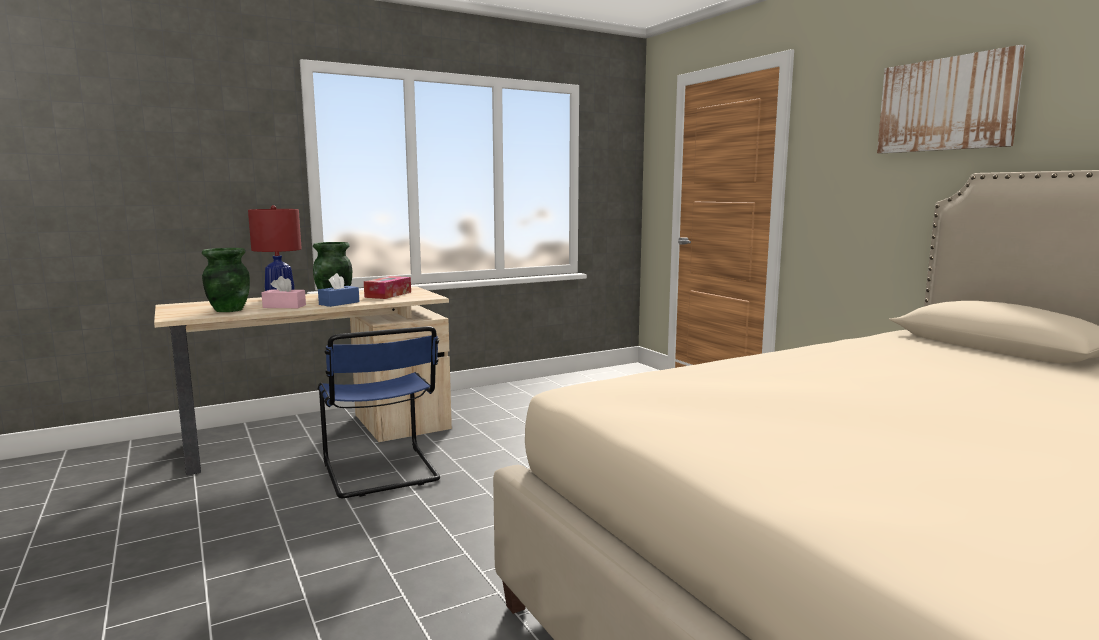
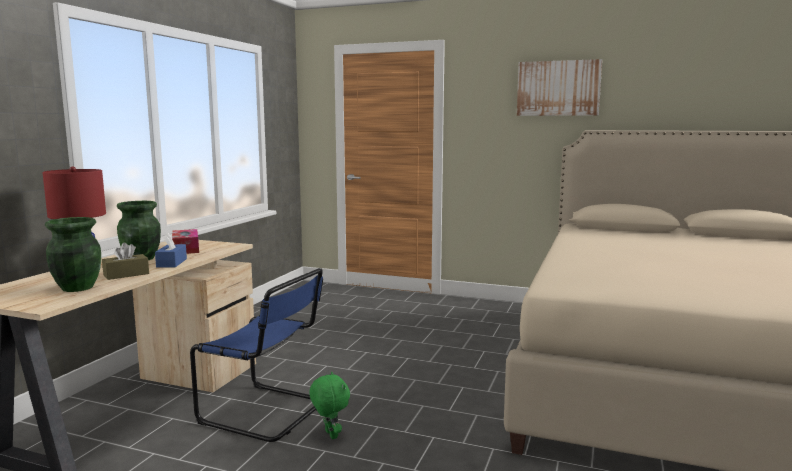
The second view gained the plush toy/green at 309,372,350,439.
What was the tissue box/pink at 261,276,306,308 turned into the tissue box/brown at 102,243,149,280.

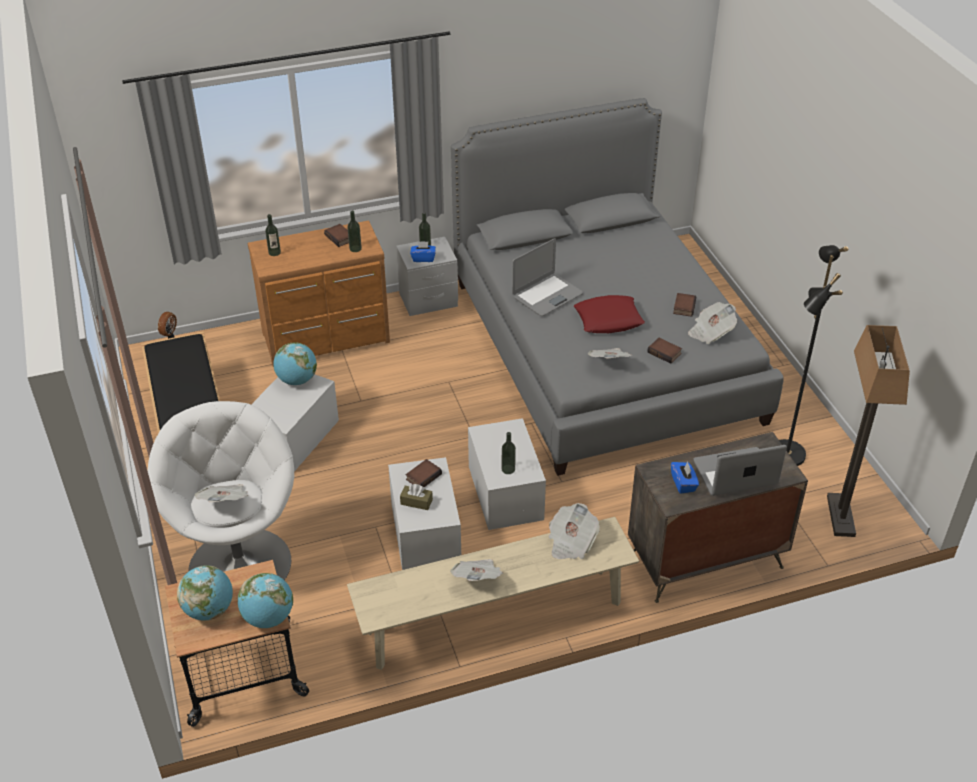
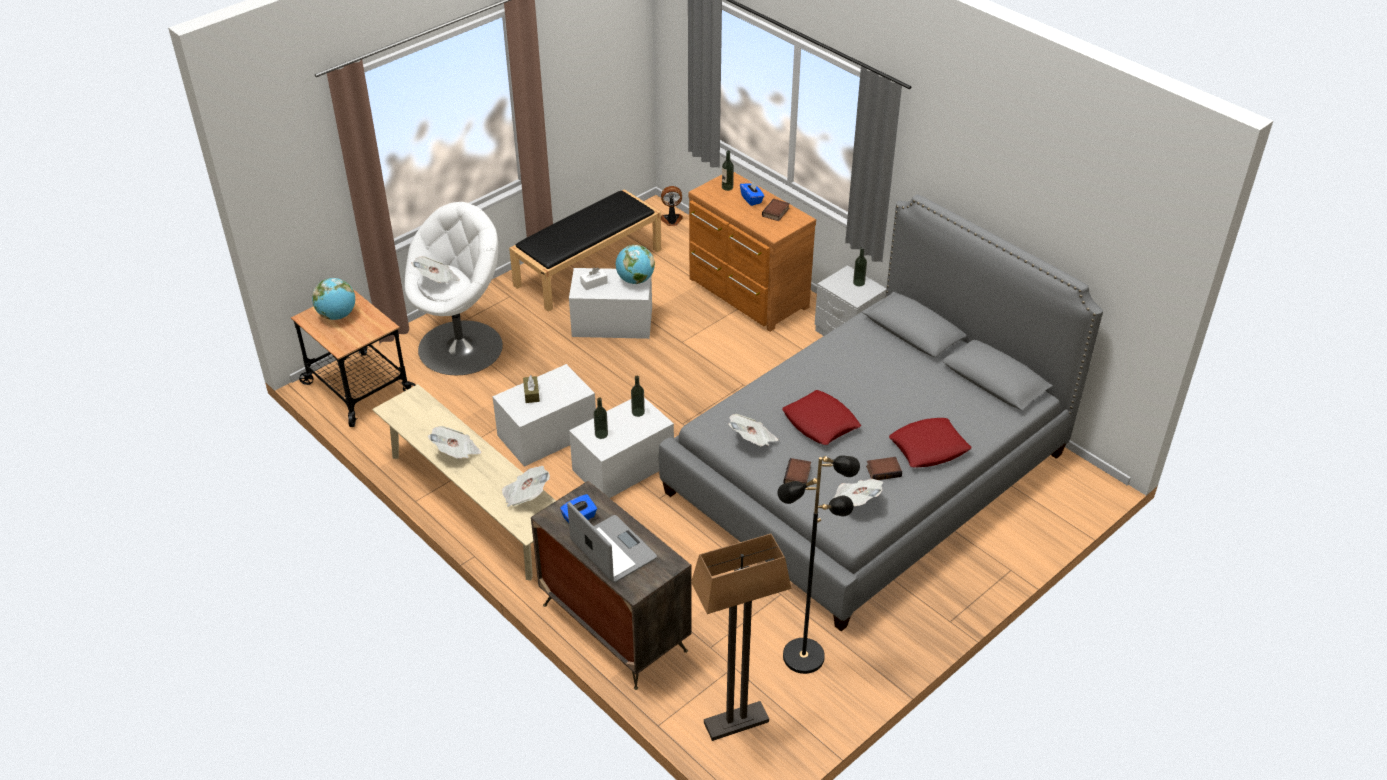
The second view lost the globe at 238,573,293,628.
The second view lost the book at 406,459,442,487.
The second view lost the laptop at 512,238,583,316.
The second view gained the tissue box/white at 580,267,608,290.
The second view gained the pillow/red at 889,418,971,467.
The bottle ended up elsewhere, having gone from 347,210,362,252 to 631,376,645,417.
The tissue box/blue ended up elsewhere, having gone from 410,241,436,262 to 740,181,764,206.

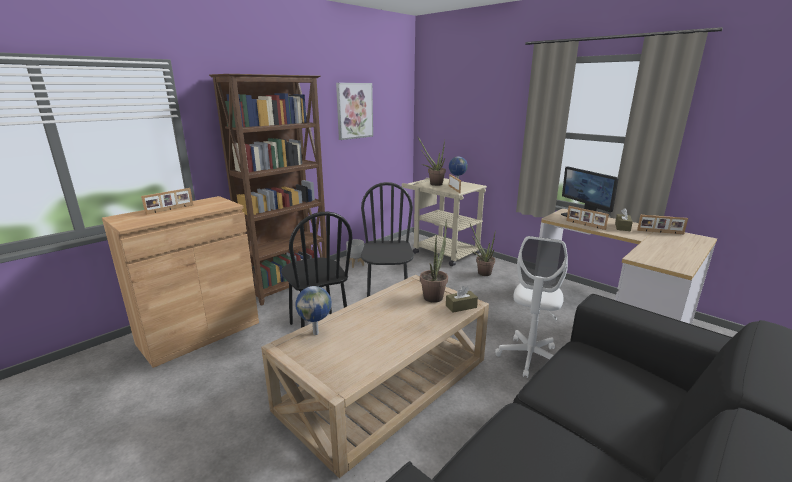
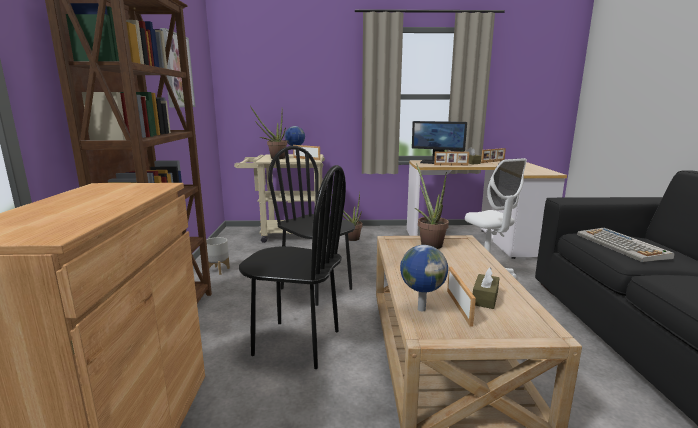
The second view gained the keyboard at 577,228,675,262.
The picture frame ended up elsewhere, having gone from 141,188,193,215 to 447,267,476,327.
The tissue box/brown ended up elsewhere, having gone from 446,286,478,313 to 473,268,499,309.

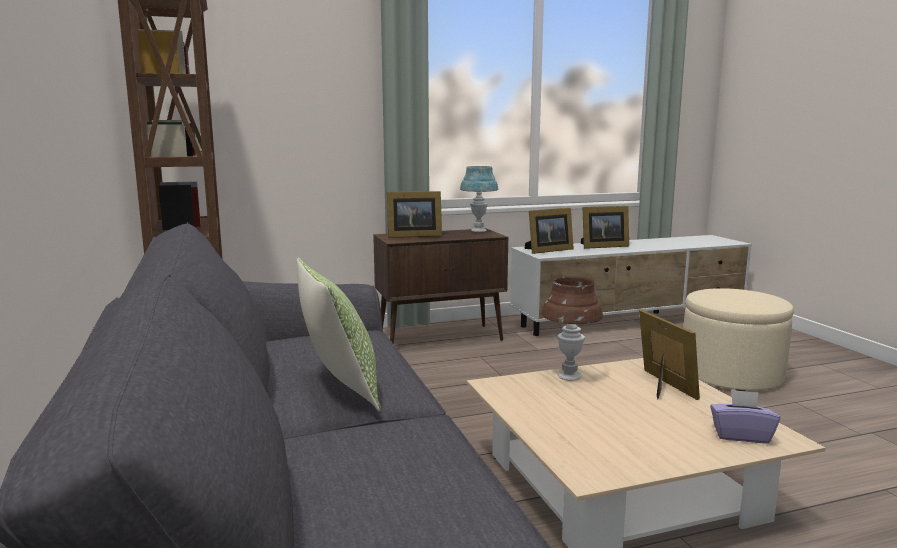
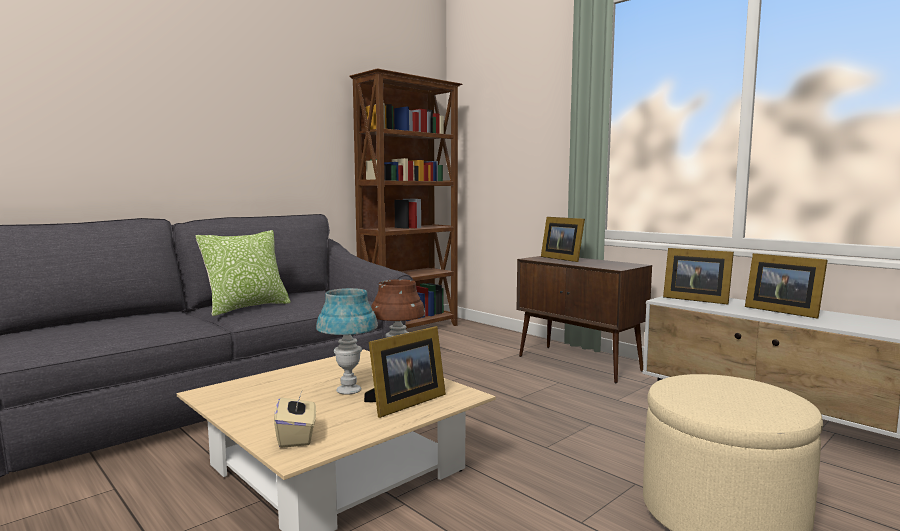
The table lamp/blue ended up elsewhere, having gone from 460,166,498,232 to 316,288,378,395.
What was the tissue box/purple at 710,390,780,444 turned into the tissue box/beige at 274,389,316,448.

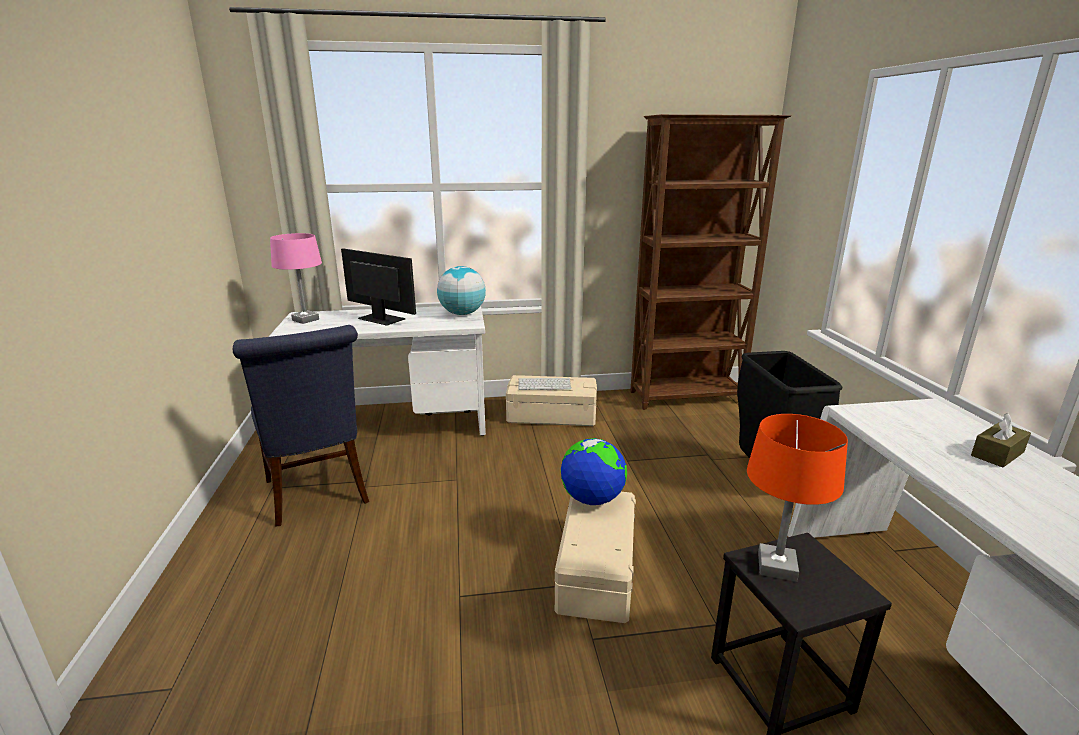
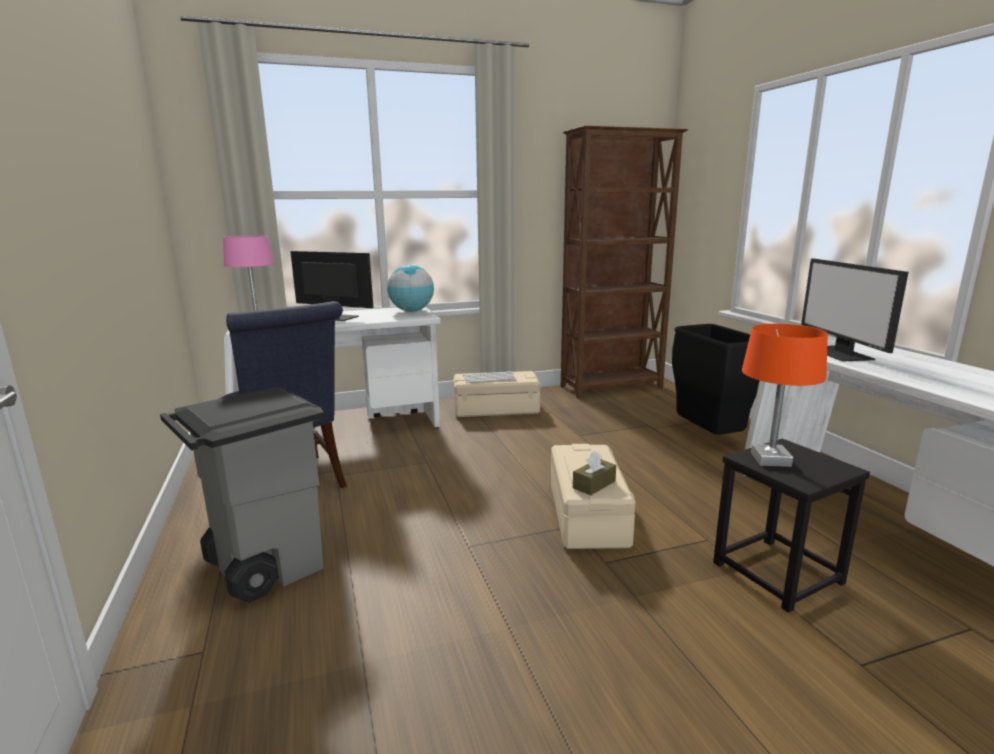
The second view lost the globe at 561,438,627,505.
The second view gained the trash can/grey at 160,387,324,602.
The second view gained the monitor at 801,259,909,362.
The tissue box/brown ended up elsewhere, having gone from 971,413,1031,468 to 573,451,616,496.

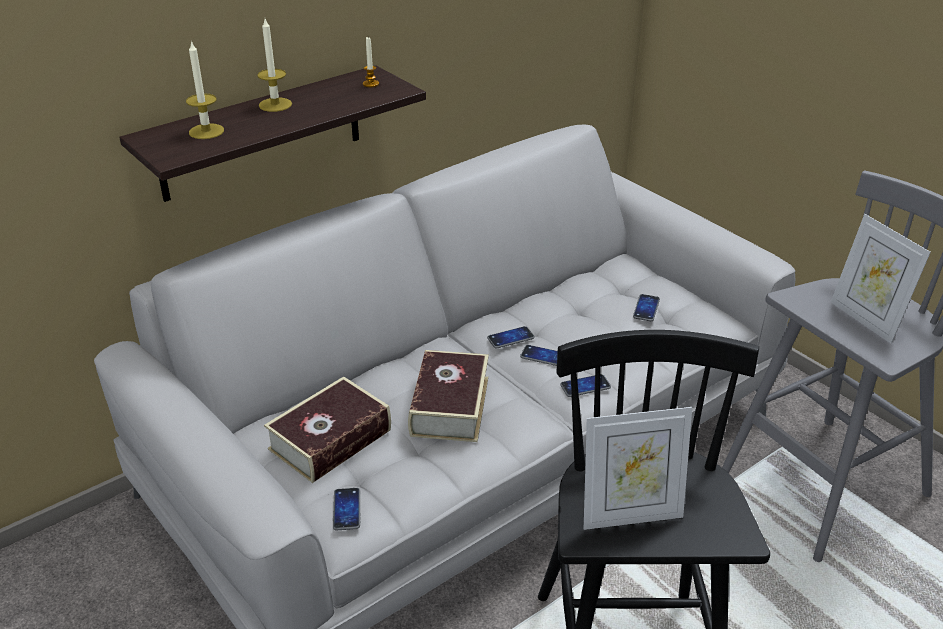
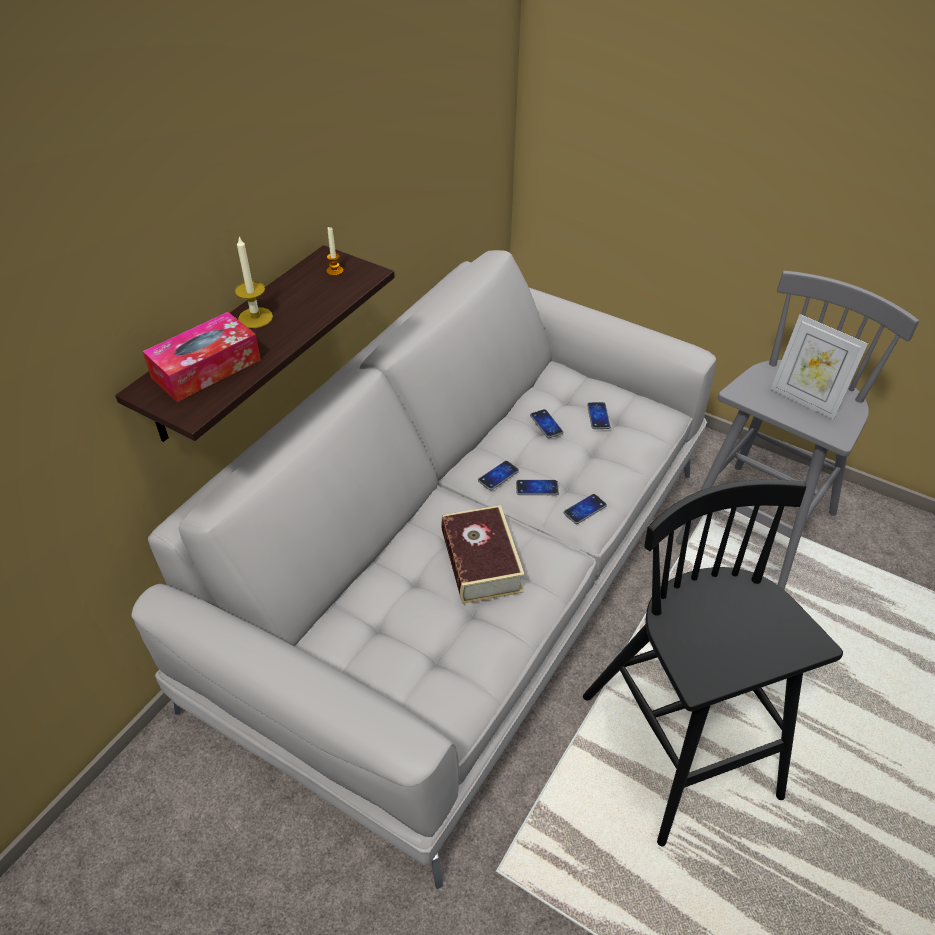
The second view lost the book at 264,376,391,483.
The second view lost the picture frame at 584,407,692,530.
The phone ended up elsewhere, having gone from 333,488,360,530 to 530,409,563,438.
Where the candle stood at 186,40,224,139, the tissue box came to stand at 143,312,261,402.

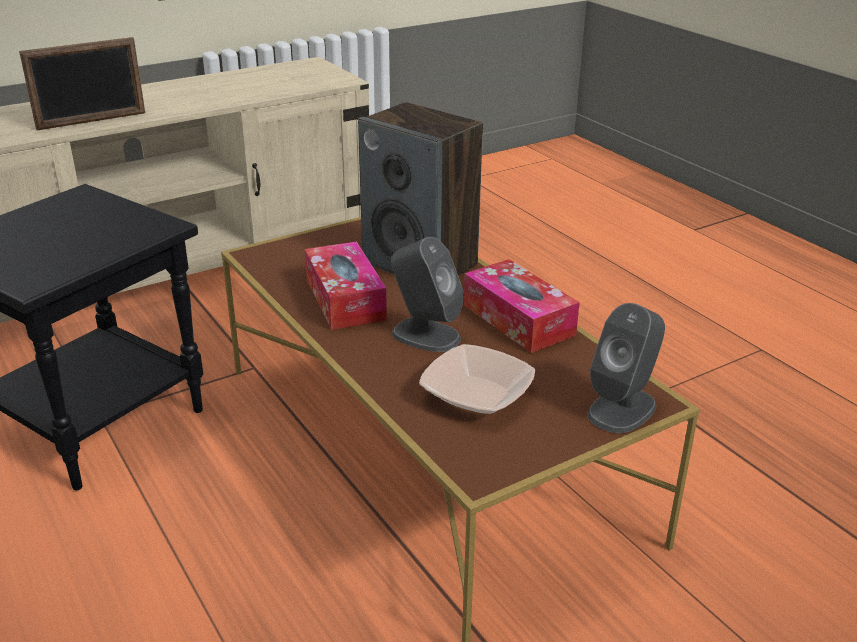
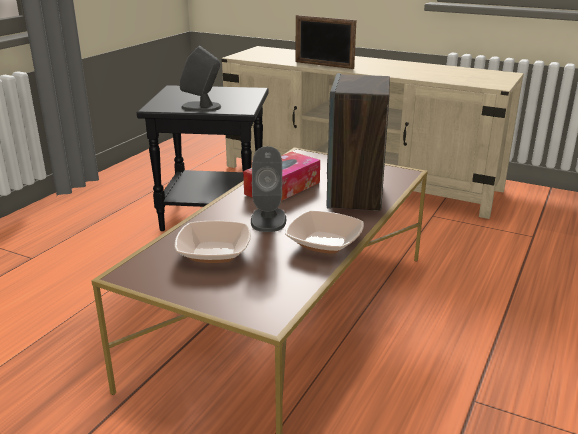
The speaker/grey ended up elsewhere, having gone from 587,303,665,433 to 179,46,221,111.
Where the tissue box stood at 464,259,580,353, the bowl came to stand at 285,210,364,254.

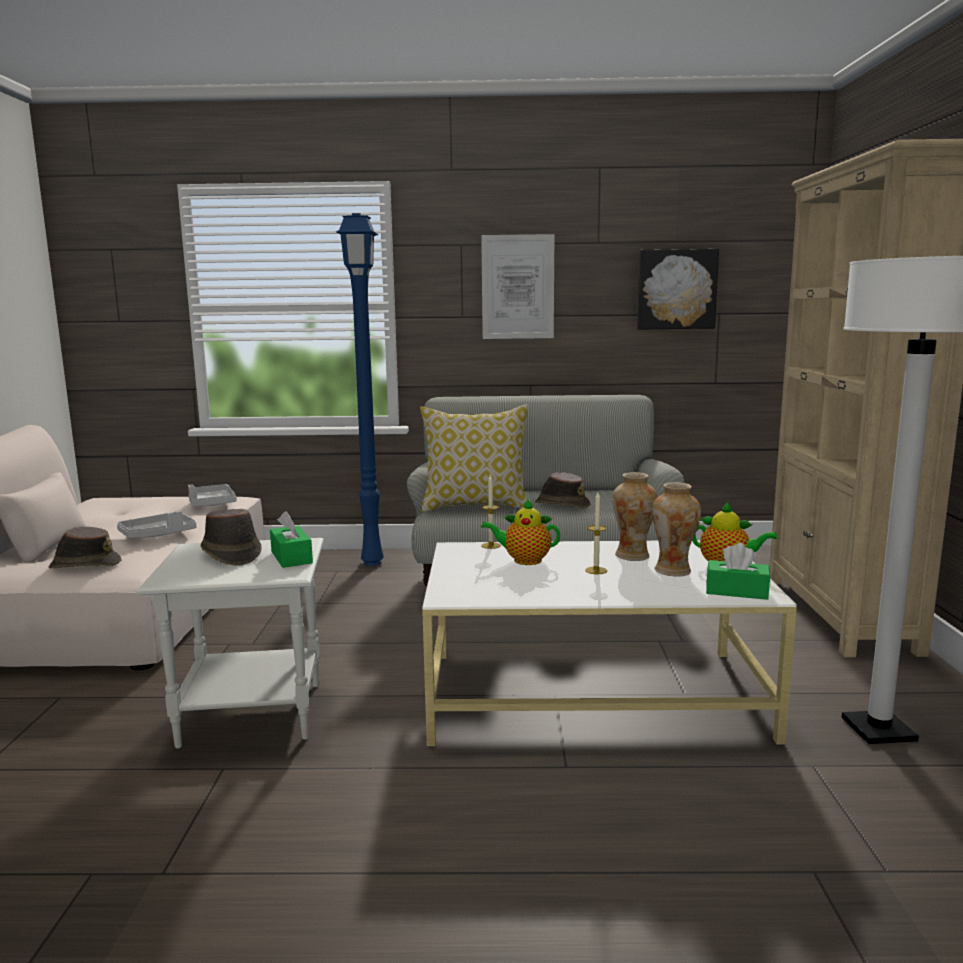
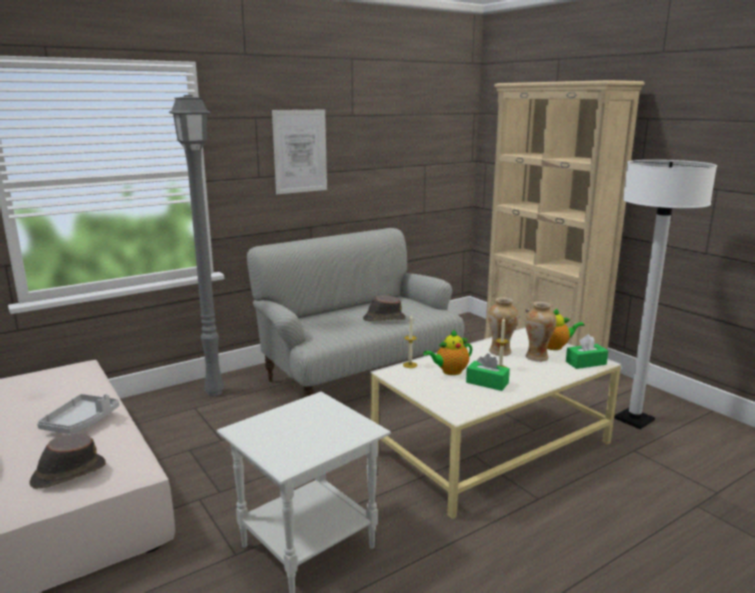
The second view lost the tray/grey at 188,484,237,507.
The second view lost the hat/brown at 200,509,262,566.
The second view lost the pillow at 420,404,528,512.
The second view lost the picture at 637,249,719,330.
The tissue box/green ended up elsewhere, having gone from 270,511,313,568 to 466,353,510,391.
What was the floor lamp/blue at 336,213,384,566 turned into the floor lamp/grey at 168,95,224,396.

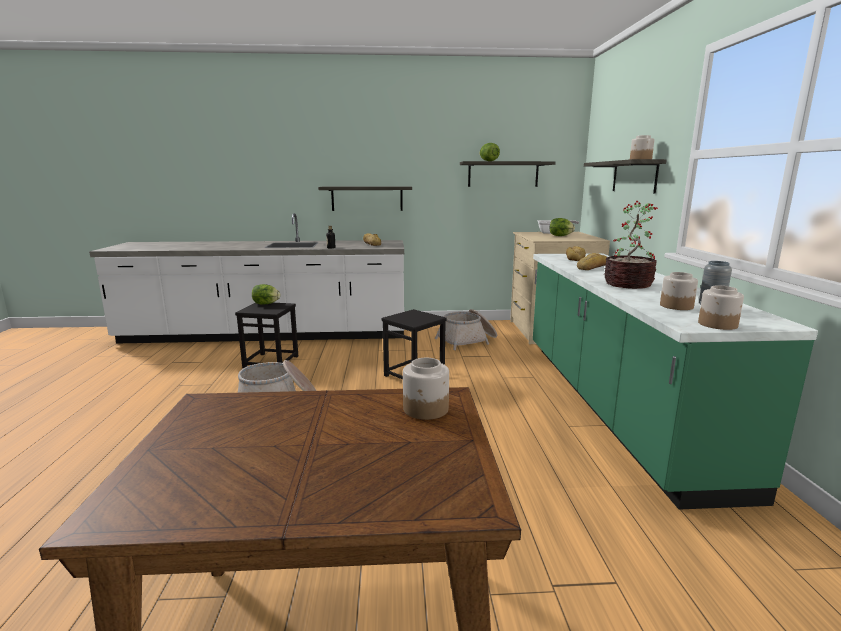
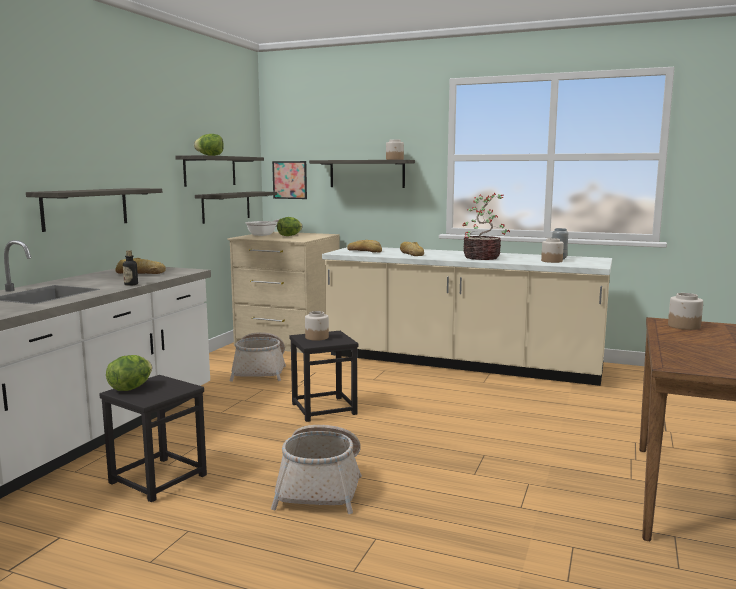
The second view gained the shelf at 195,191,277,224.
The second view gained the picture at 272,161,307,199.
The jar ended up elsewhere, having gone from 698,285,744,330 to 305,311,329,341.
What was the counter/green at 533,253,818,510 turned into the counter/beige at 322,247,612,386.

